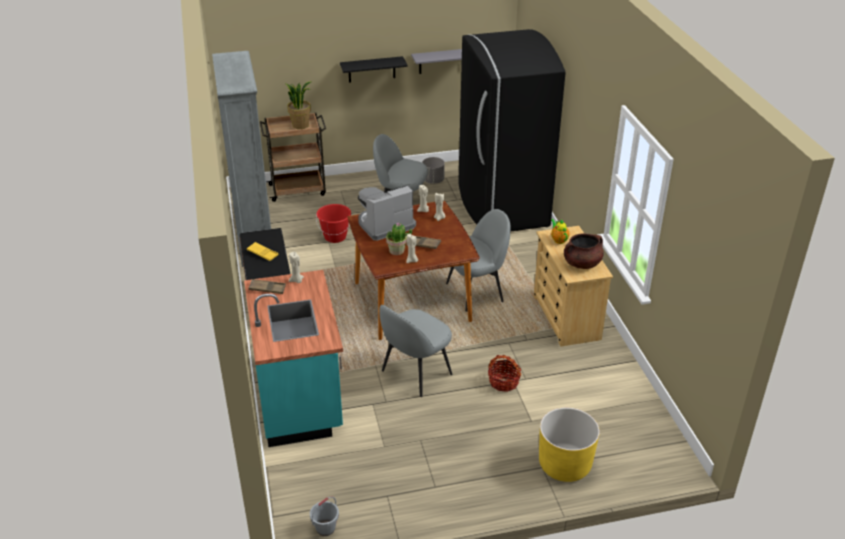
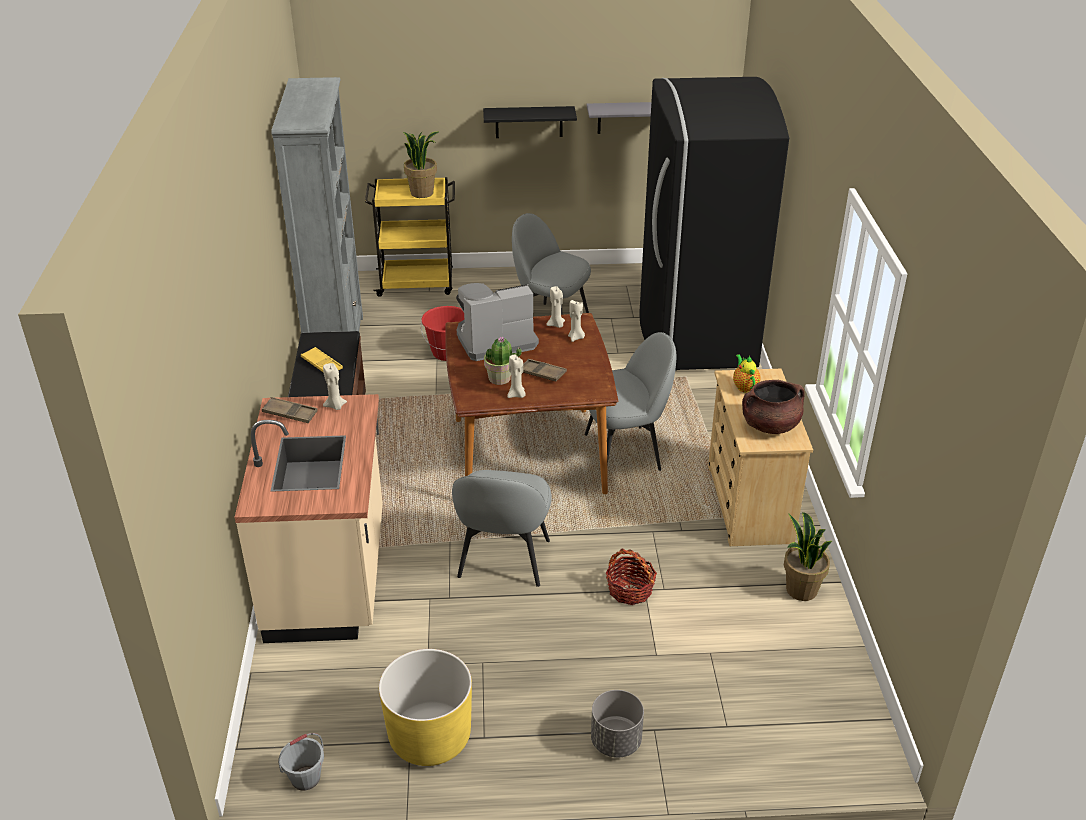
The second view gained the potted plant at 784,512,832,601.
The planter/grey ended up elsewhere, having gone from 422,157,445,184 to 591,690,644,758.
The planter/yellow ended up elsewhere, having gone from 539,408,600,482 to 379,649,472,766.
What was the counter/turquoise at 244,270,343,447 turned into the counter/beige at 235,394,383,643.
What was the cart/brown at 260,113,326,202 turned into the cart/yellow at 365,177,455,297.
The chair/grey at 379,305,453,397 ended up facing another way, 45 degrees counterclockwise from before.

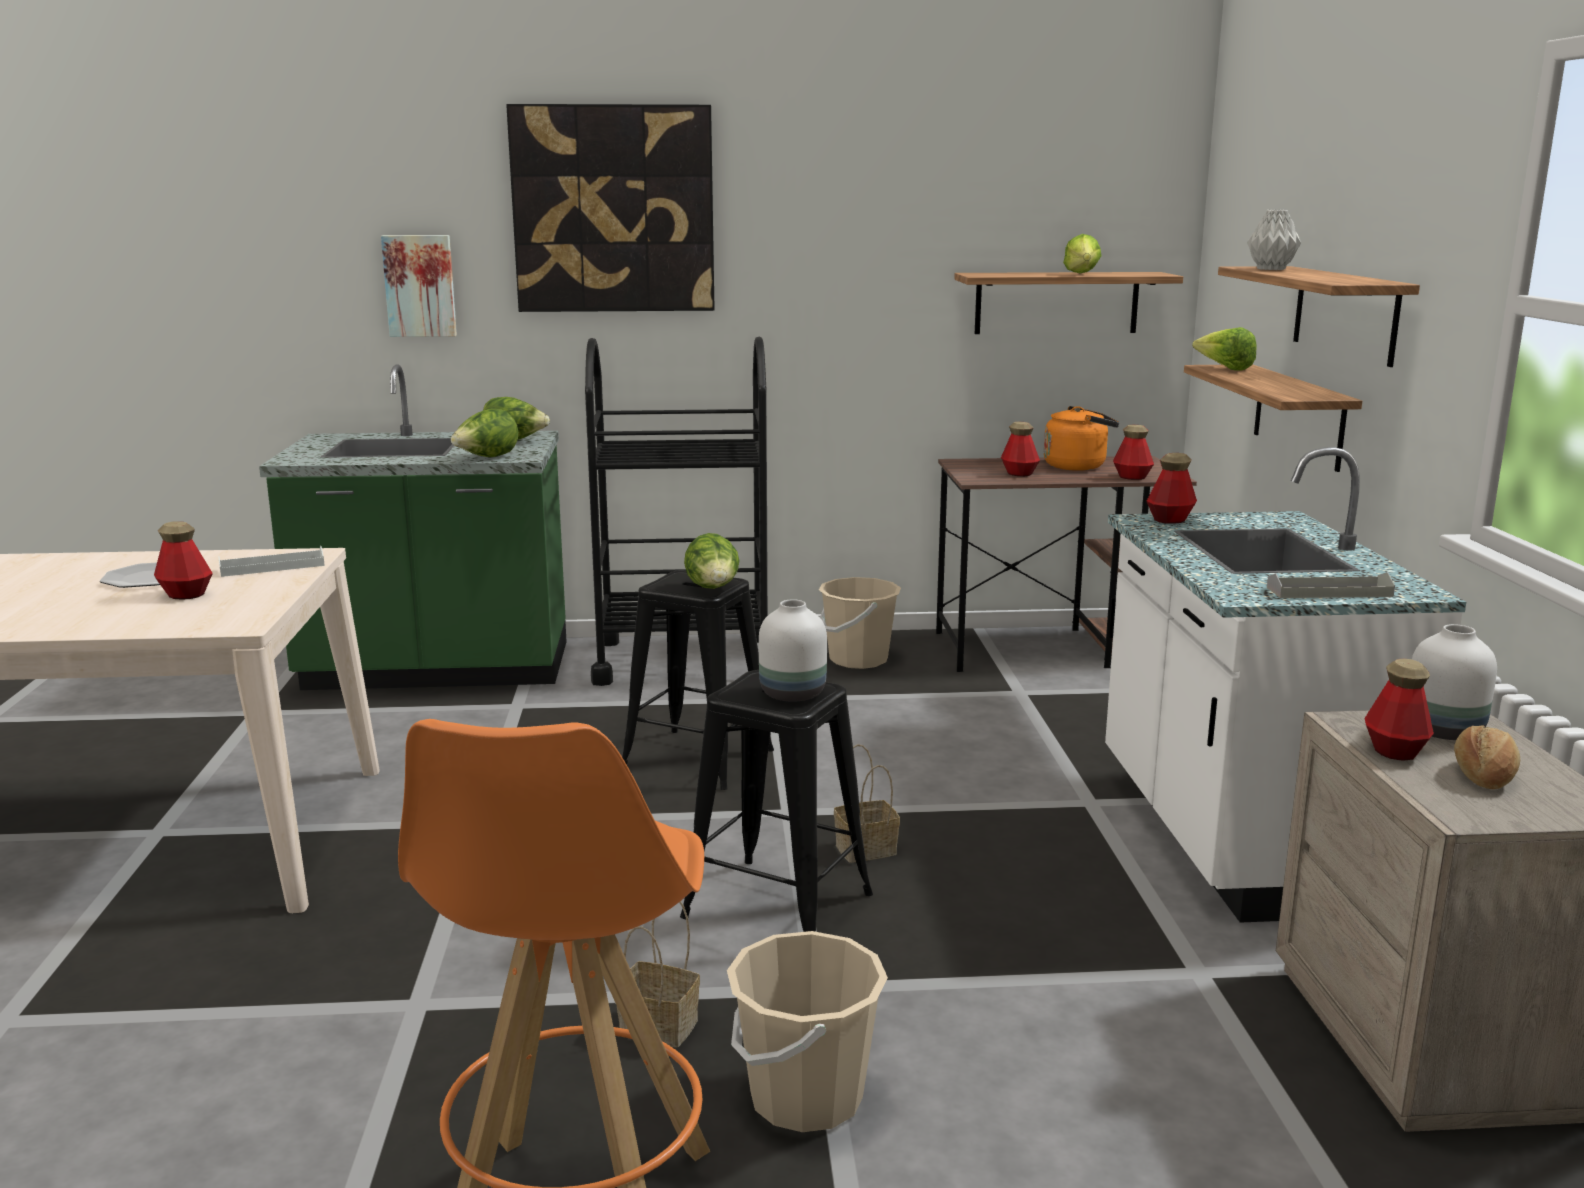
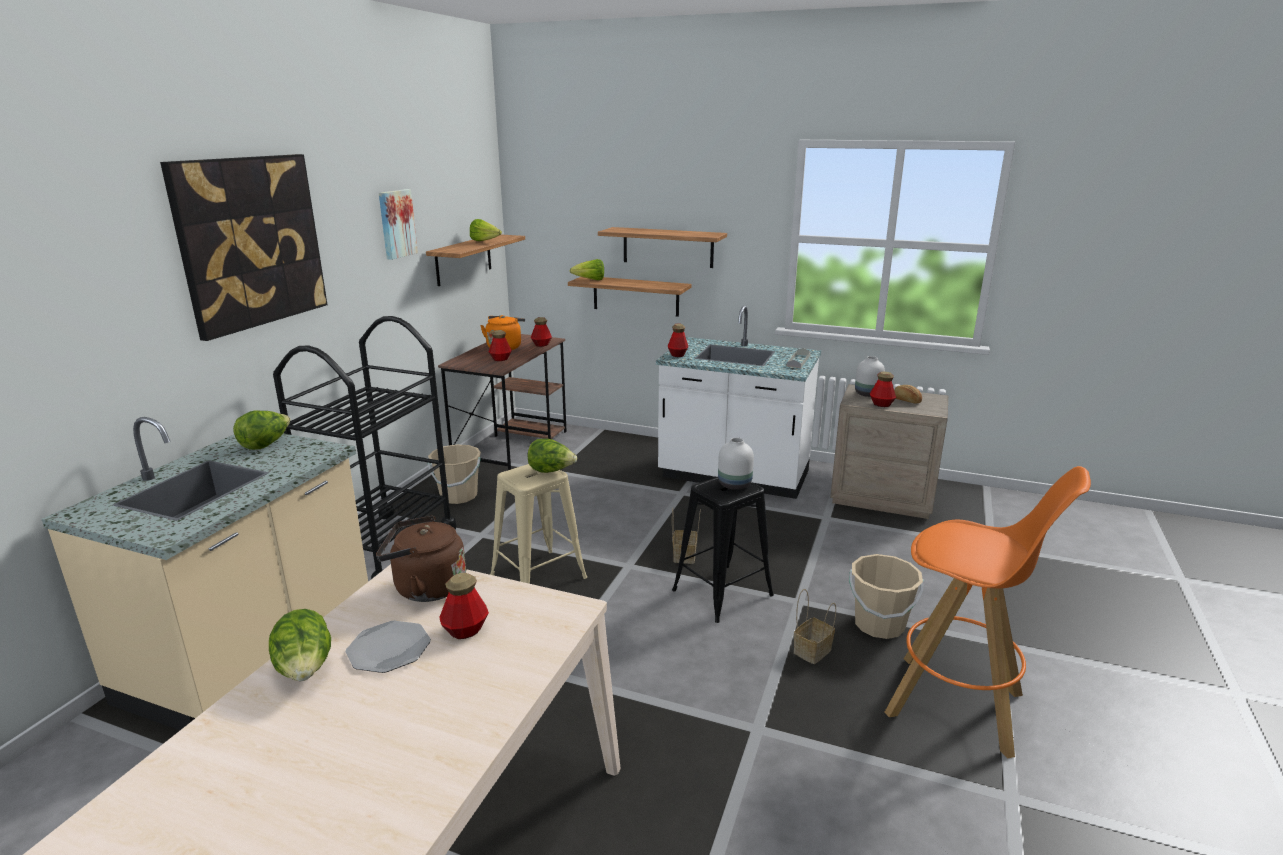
The second view lost the vase/grey at 1247,210,1301,270.
The picture ended up elsewhere, having gone from 381,235,457,337 to 379,189,418,260.
The lettuce ended up elsewhere, having gone from 451,409,518,457 to 269,609,331,681.
Where the tray/white stood at 218,546,325,577, the kettle/brown came to stand at 376,516,466,602.
What was the counter/green at 259,364,567,690 turned into the counter/beige at 42,417,368,730.
What was the stool/black at 622,570,774,790 turned into the stool/beige at 490,464,587,584.

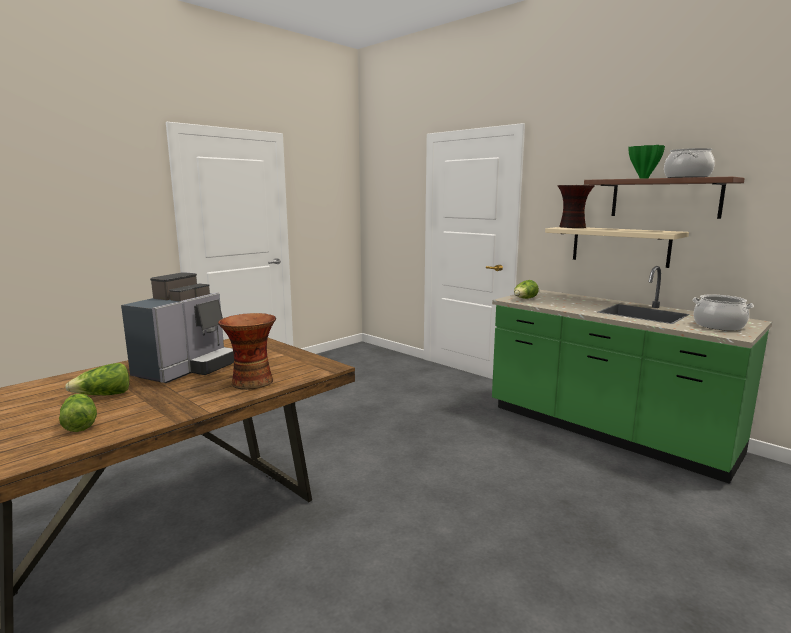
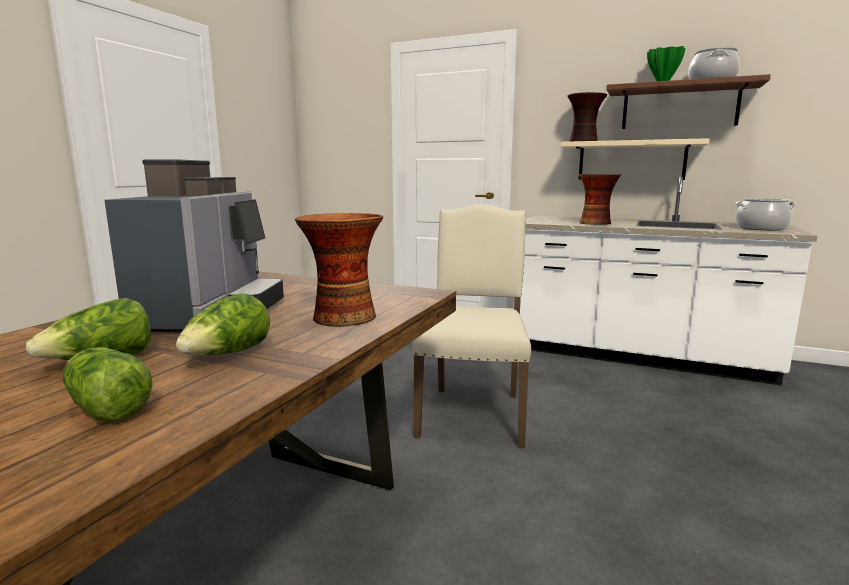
The second view gained the chair/beige at 412,204,531,448.
The second view gained the vase at 579,174,621,225.
The lettuce ended up elsewhere, having gone from 514,280,539,299 to 176,293,270,355.
What was the counter/green at 492,266,772,484 turned into the counter/white at 513,176,817,385.

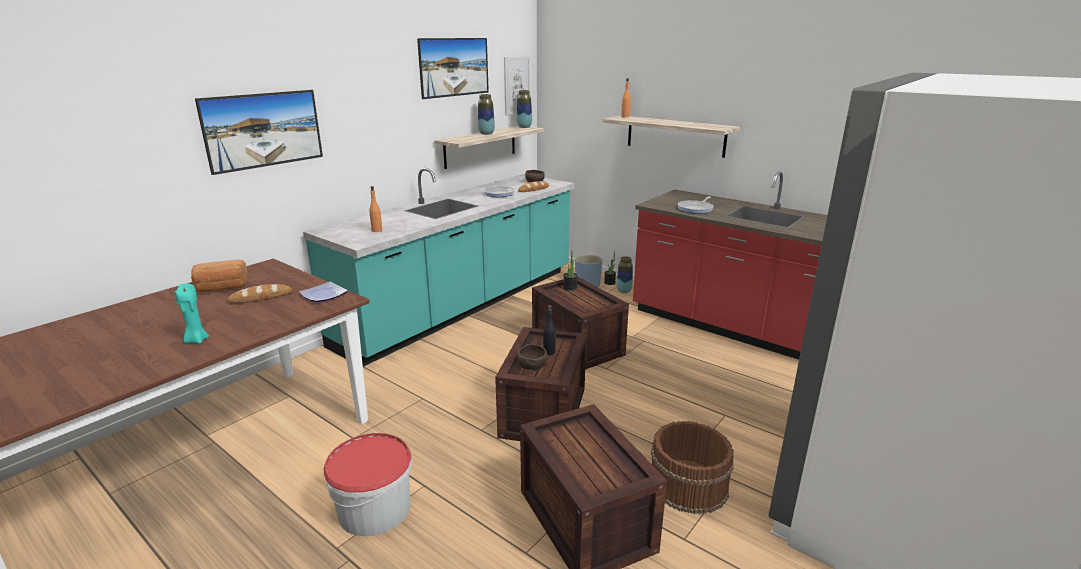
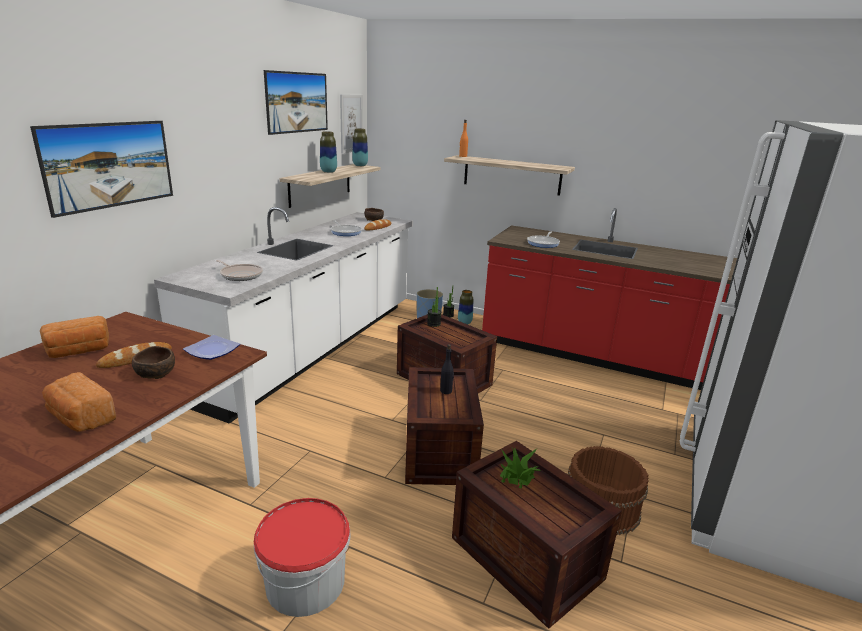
The second view gained the potted plant at 500,448,541,488.
The bowl/brown ended up elsewhere, having gone from 517,344,548,371 to 132,346,175,379.
Where the candle/turquoise stood at 174,283,209,344, the bread came to stand at 42,372,116,432.
Where the bottle/orange stood at 369,186,382,232, the frying pan came to stand at 216,260,263,281.
What was the counter/turquoise at 303,168,574,367 turned into the counter/white at 154,207,413,423.

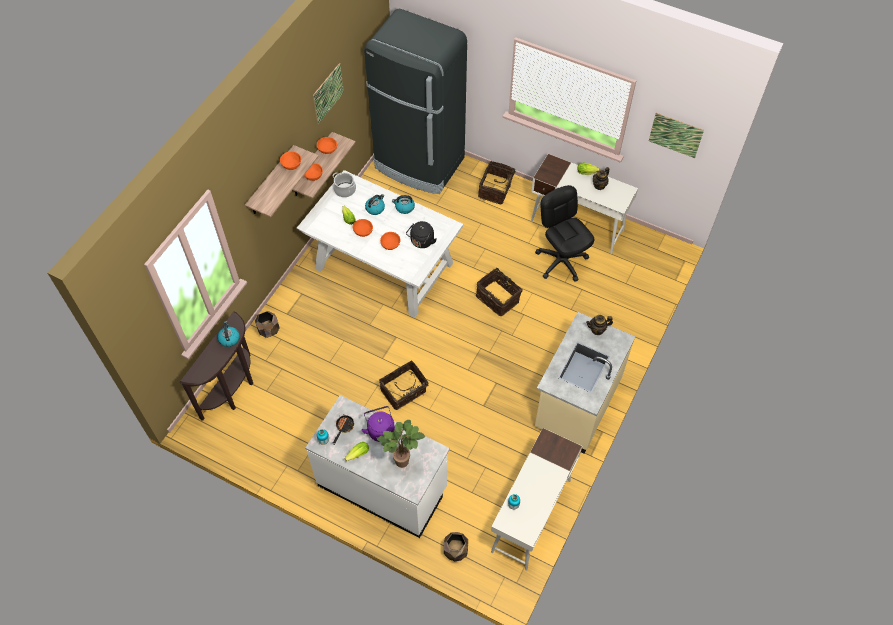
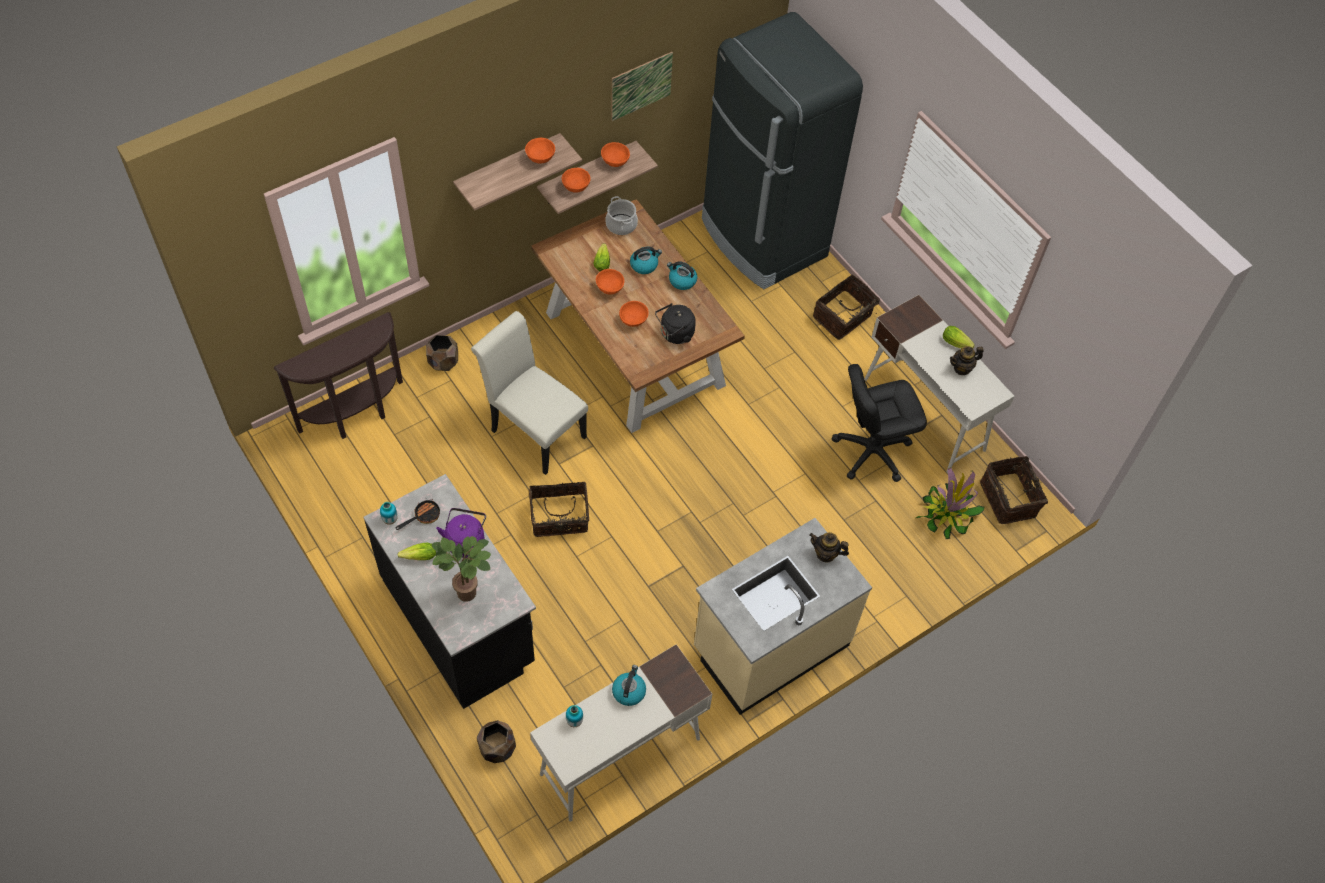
The second view lost the picture at 649,113,704,158.
The second view gained the chair/white at 471,311,588,475.
The second view gained the potted plant at 916,467,985,539.
The kettle ended up elsewhere, having gone from 217,321,239,347 to 612,665,646,706.
The basket ended up elsewhere, having gone from 476,266,523,316 to 980,456,1048,524.
What was the dining table/white at 297,170,463,318 turned into the dining table/brown at 531,199,745,433.
What was the counter/white at 305,395,450,538 turned into the counter/black at 363,474,536,709.
The office chair/black at 535,185,594,282 ended up facing another way, 105 degrees counterclockwise from before.

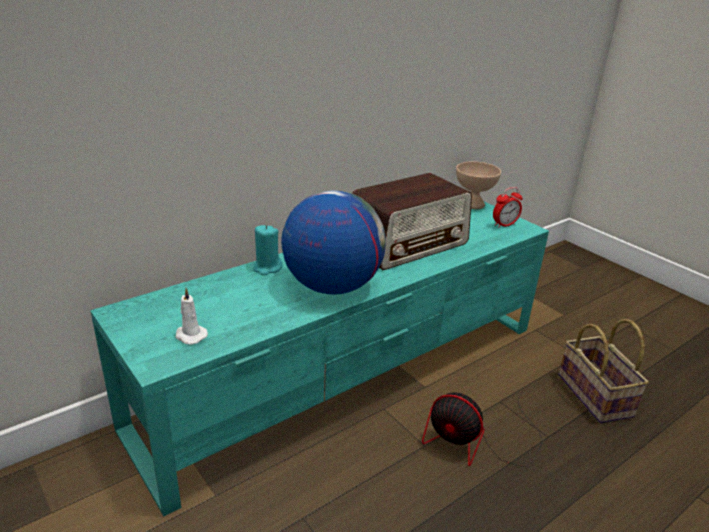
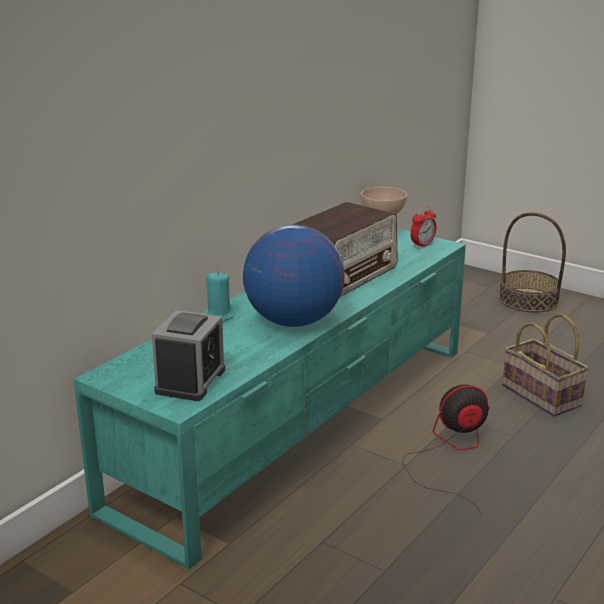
The second view gained the basket at 499,212,566,313.
Where the candle/white stood at 175,288,208,344, the alarm clock came to stand at 152,310,225,401.
The fan at 422,391,543,467 ended up facing another way, 150 degrees clockwise from before.

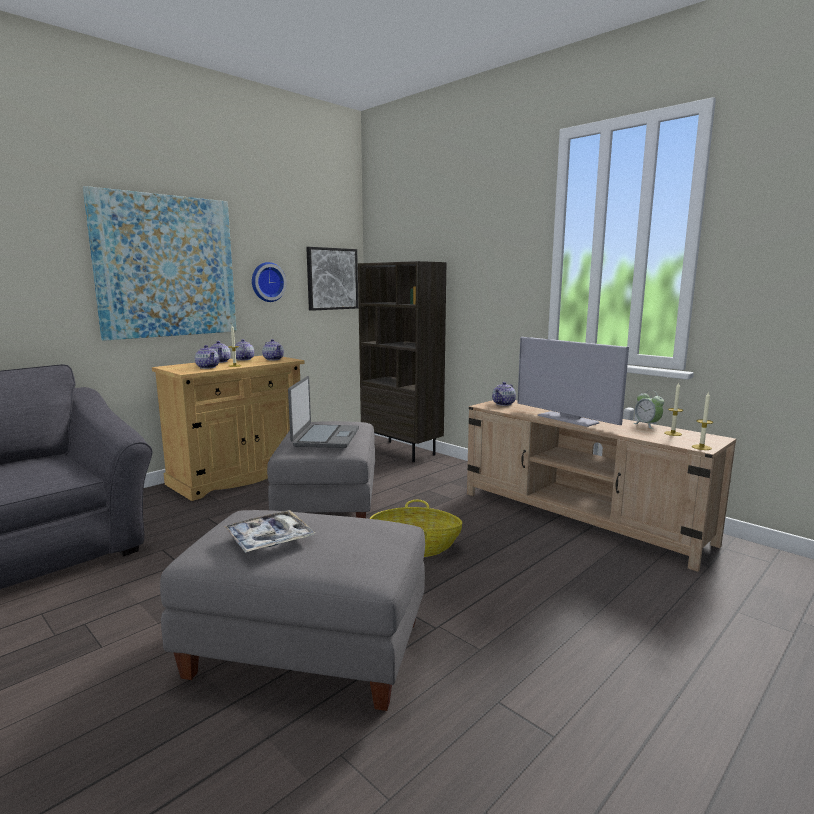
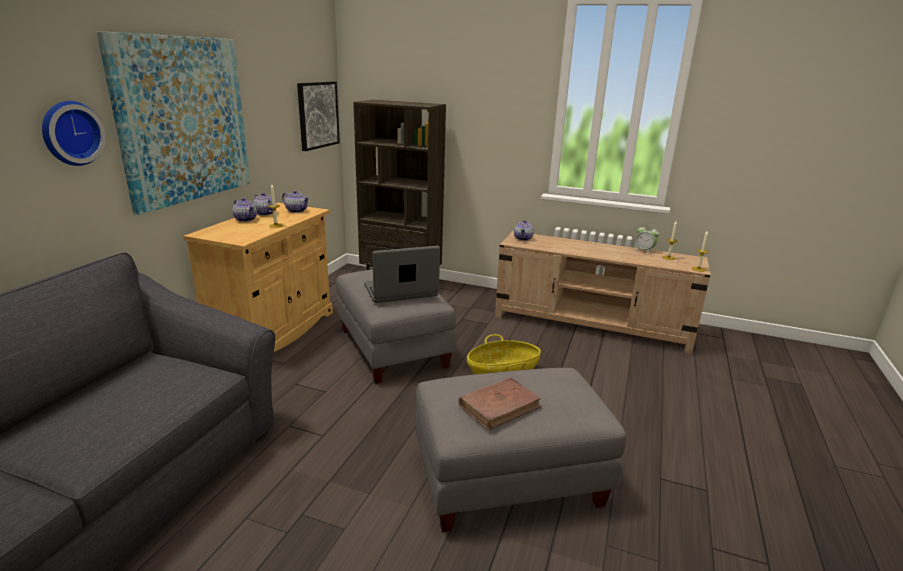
The second view lost the teapot at 195,345,219,369.
The second view lost the television at 517,337,629,427.
The wall clock ended up elsewhere, having gone from 252,262,287,302 to 42,101,106,166.
Where the tray stood at 224,510,315,553, the book/brown came to stand at 459,377,542,430.
The laptop at 288,376,359,448 ended up facing another way, 90 degrees counterclockwise from before.

